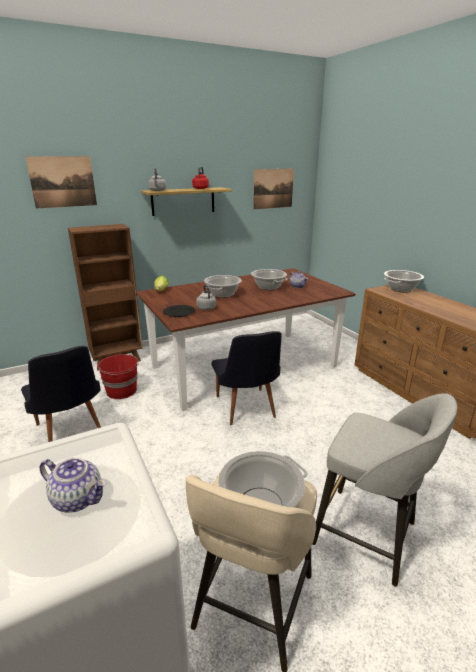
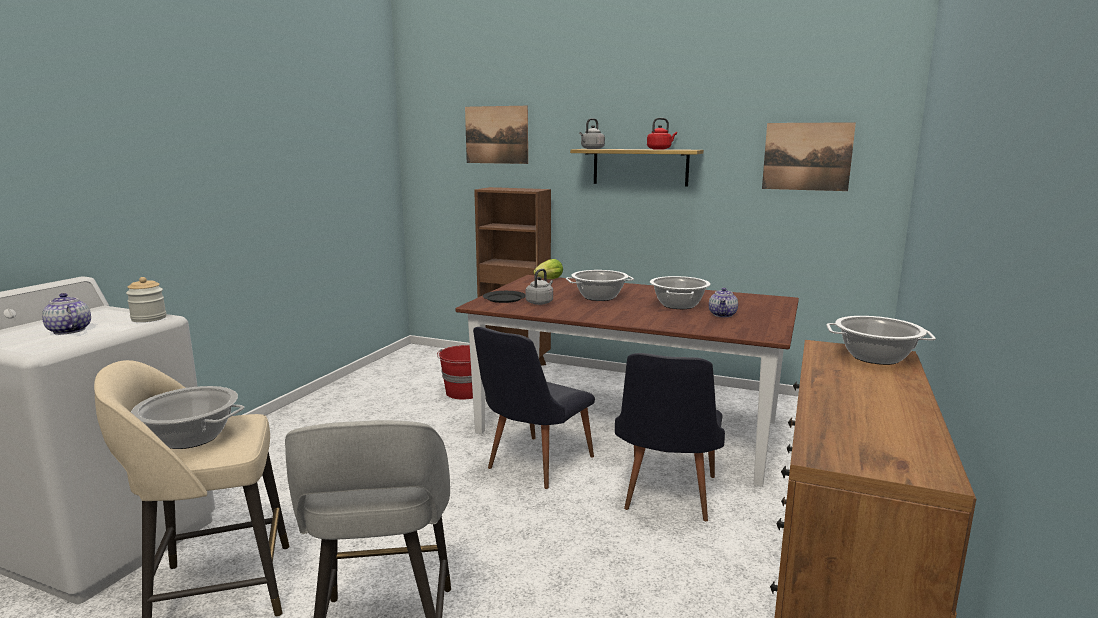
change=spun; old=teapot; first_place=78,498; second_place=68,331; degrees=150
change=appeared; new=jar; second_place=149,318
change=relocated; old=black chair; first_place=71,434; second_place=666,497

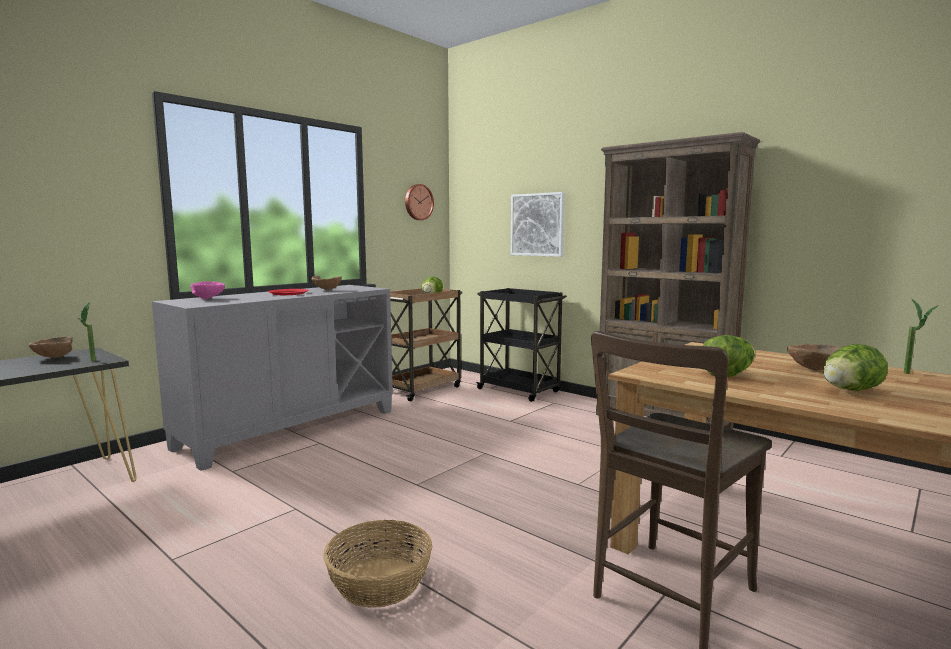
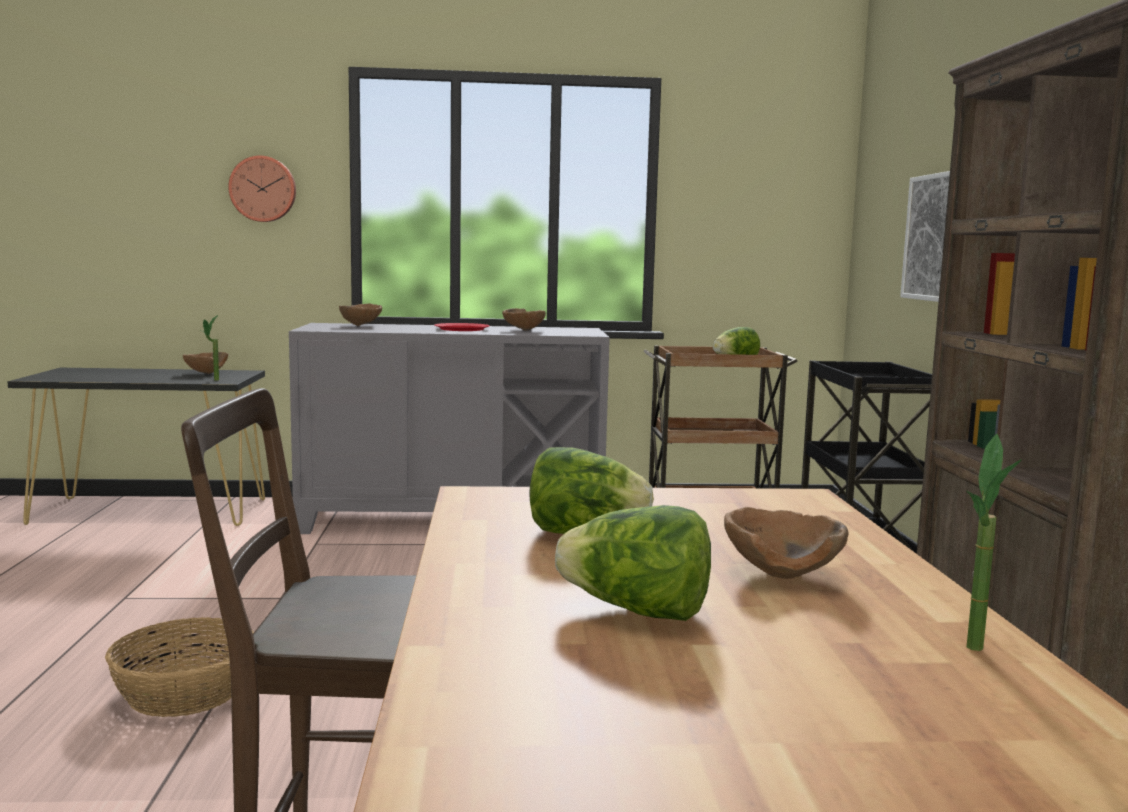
change=relocated; old=wall clock; first_place=418,202; second_place=263,189
change=colour; old=pink bowl; new=brown bowl; first_place=209,299; second_place=361,325

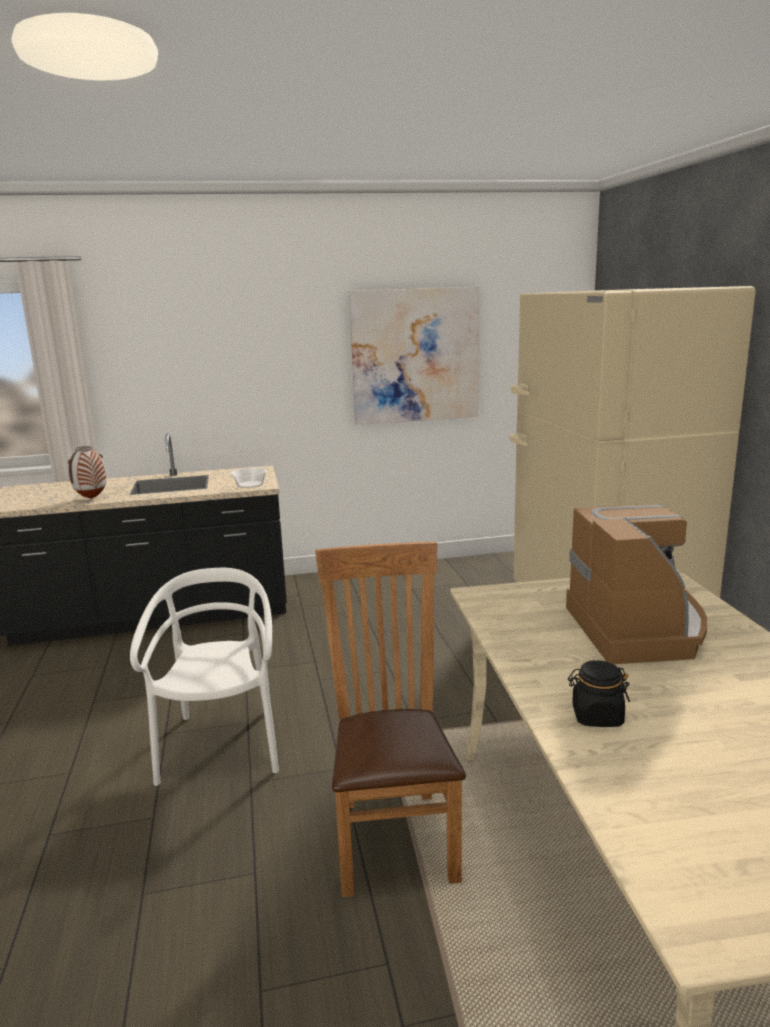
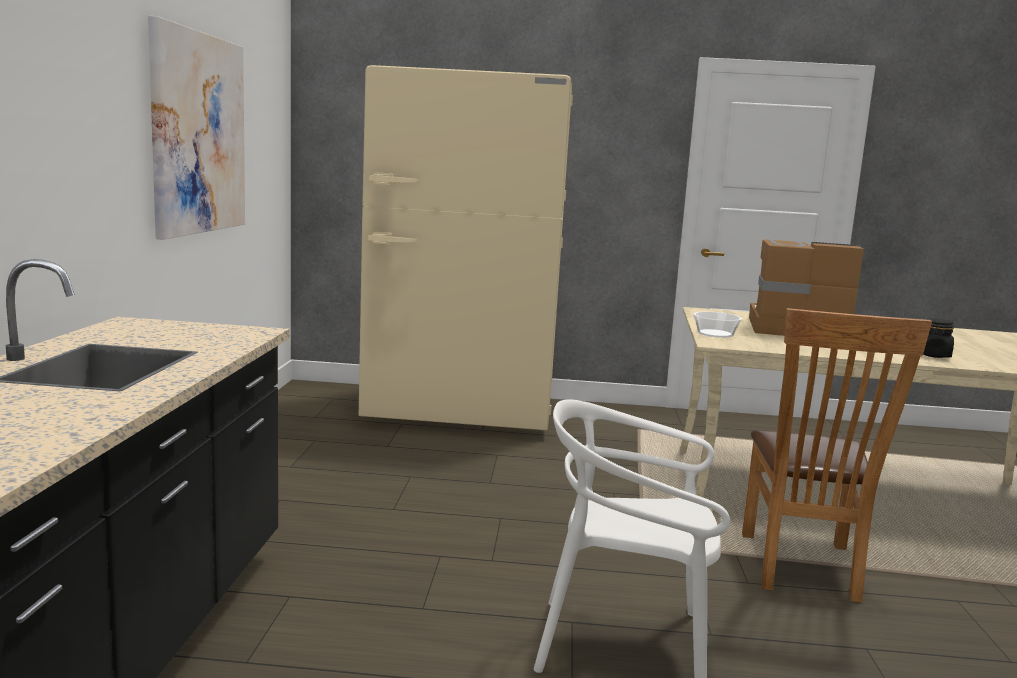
change=relocated; old=bowl; first_place=249,484; second_place=715,334
change=spun; old=brown chair; first_place=393,833; second_place=802,570; degrees=-90
change=missing; old=vase; first_place=91,499

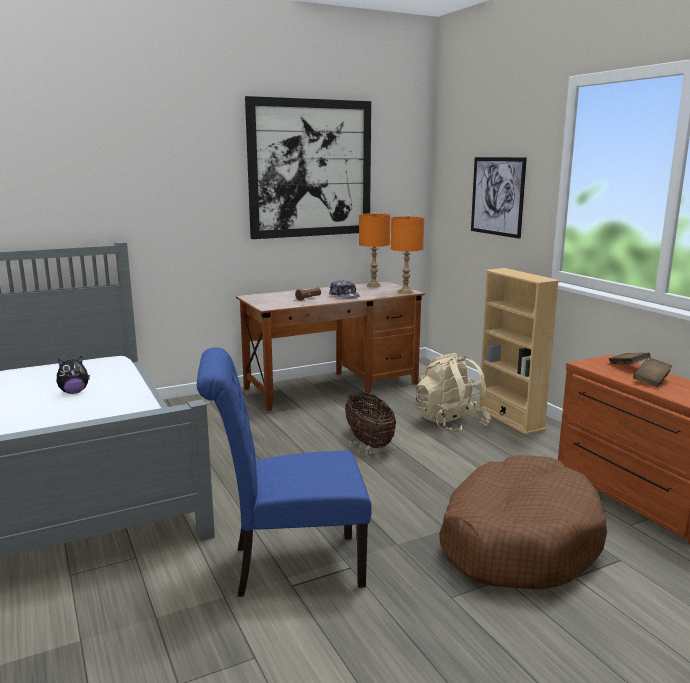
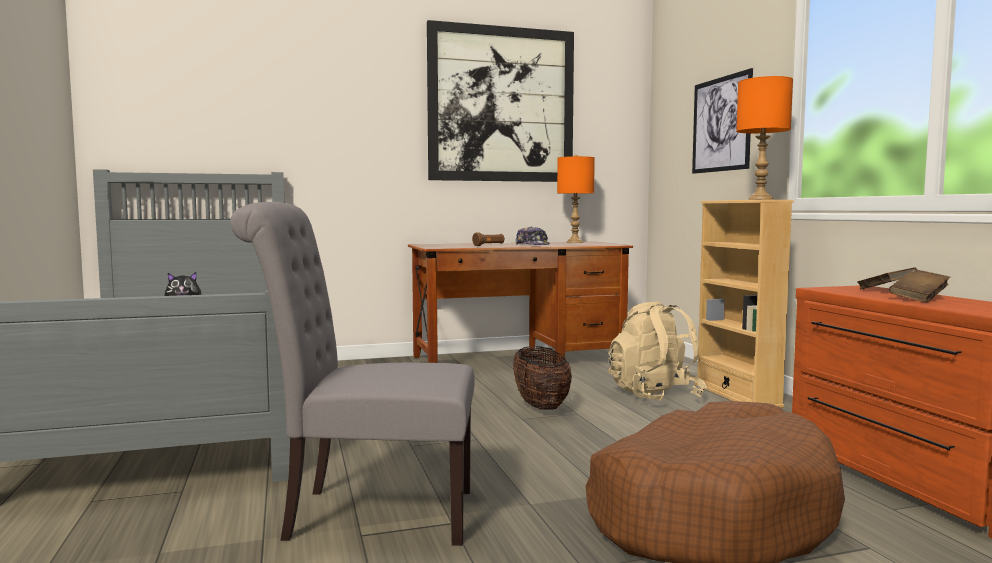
change=colour; old=blue chair; new=grey chair; first_place=288,566; second_place=368,514
change=relocated; old=orange table lamp; first_place=406,292; second_place=760,199

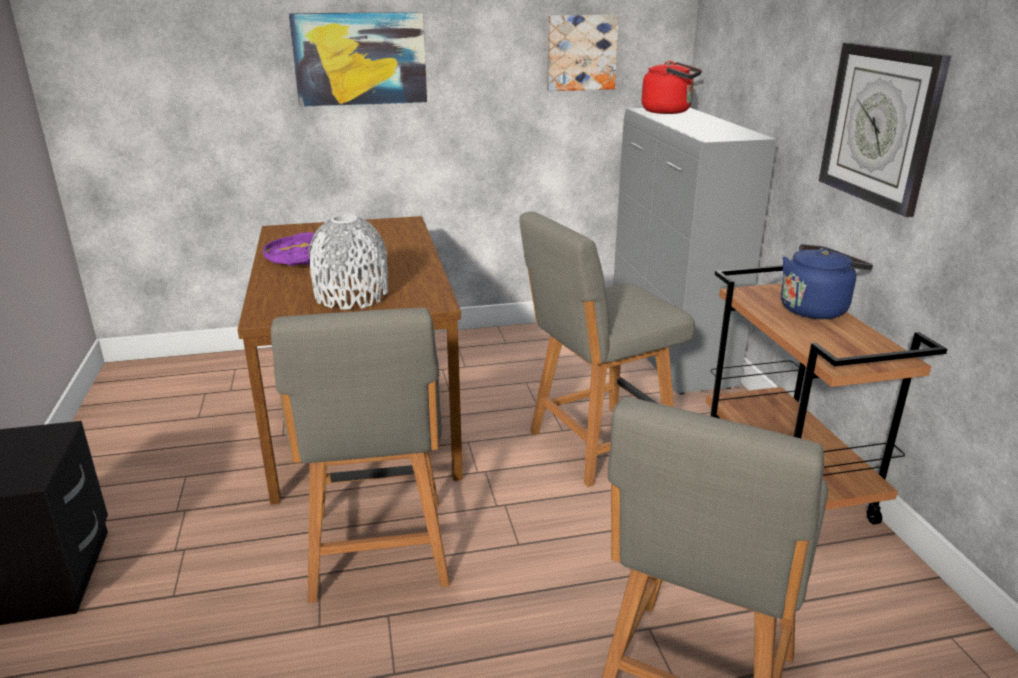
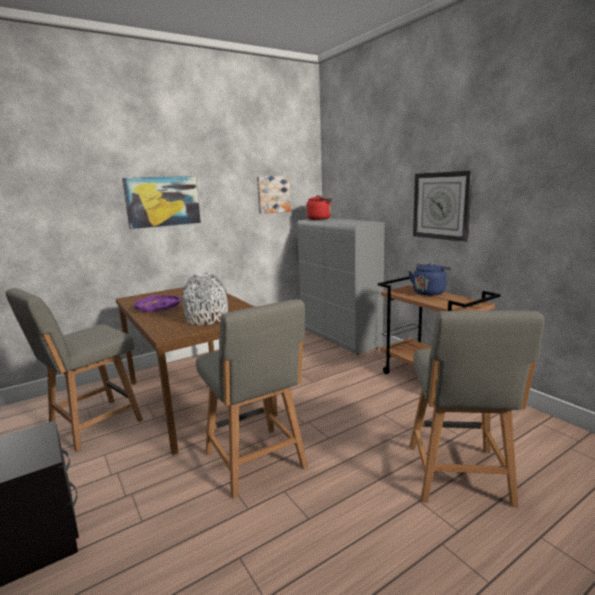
change=relocated; old=grey chair; first_place=597,445; second_place=92,425

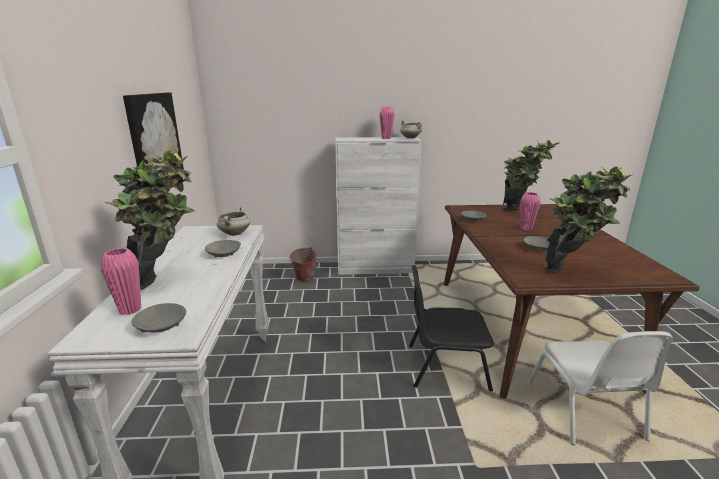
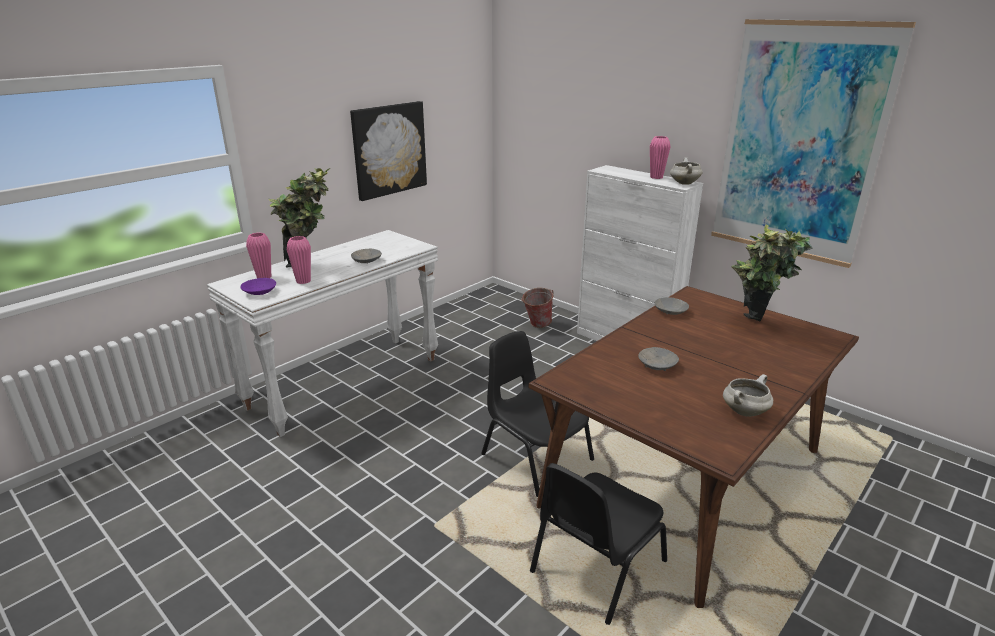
change=colour; old=grey bowl; new=purple bowl; first_place=161,326; second_place=259,292
change=relocated; old=pink vase; first_place=526,228; second_place=303,281
change=colour; old=white chair; new=black chair; first_place=585,411; second_place=595,566
change=appeared; new=picture; second_place=799,143
change=relocated; old=white cooking pot; first_place=234,234; second_place=744,411
change=missing; old=potted plant; first_place=571,271

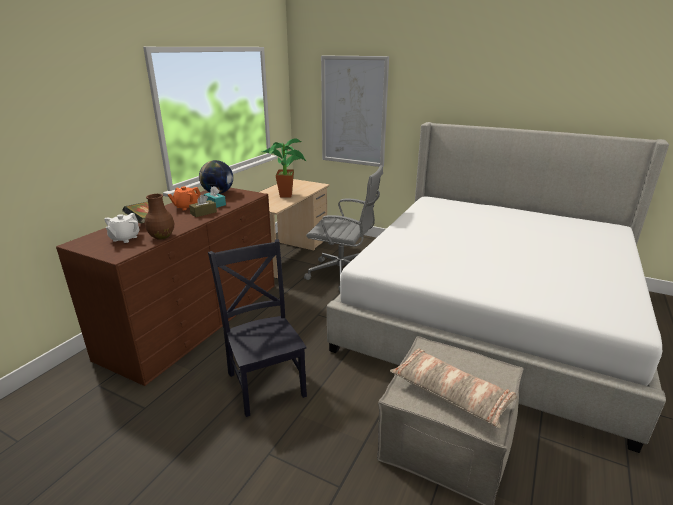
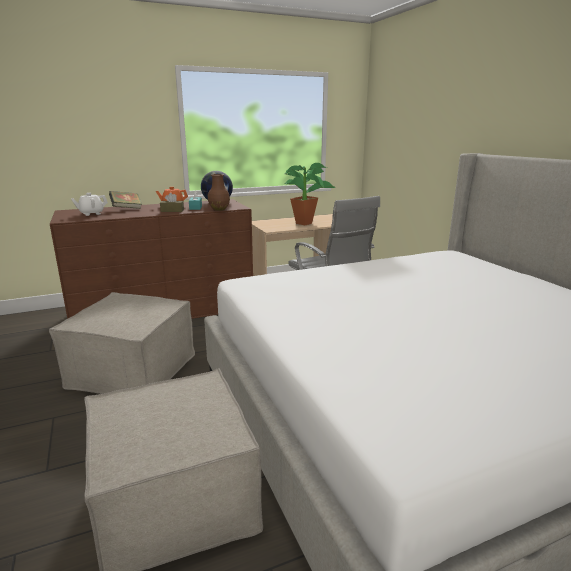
change=exchanged; old=black chair; new=beige ottoman; first_place=266,381; second_place=133,370
change=relocated; old=brown vase; first_place=161,236; second_place=219,209
change=missing; old=picture; first_place=353,112
change=missing; old=pillow; first_place=450,393

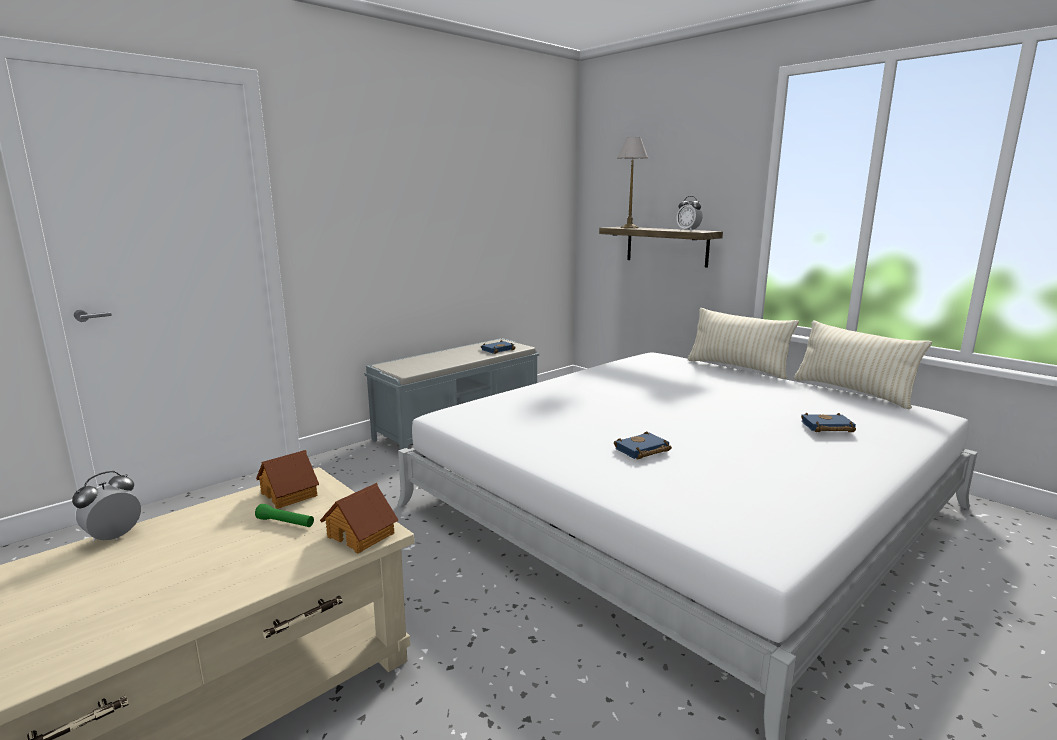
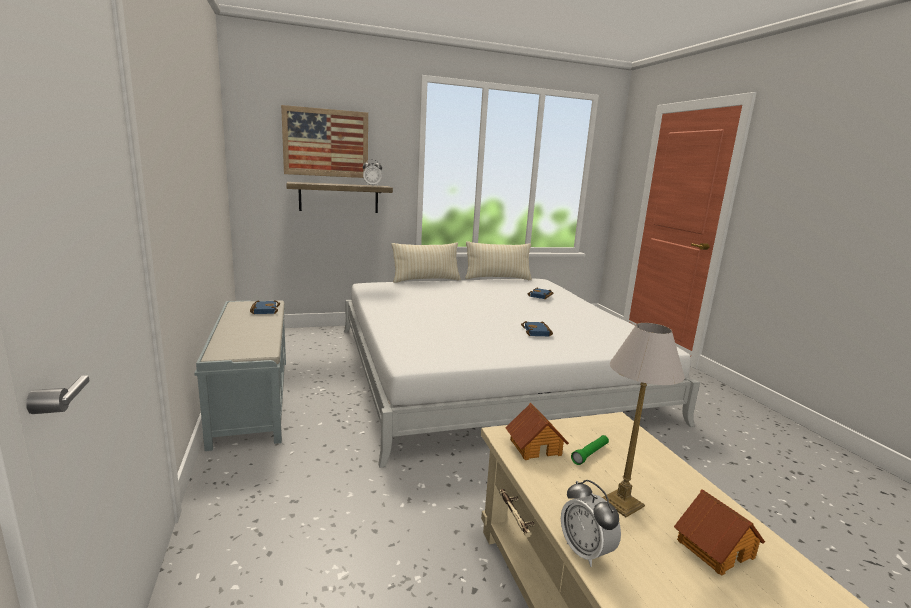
change=appeared; new=picture; second_place=326,143
change=relocated; old=table lamp; first_place=629,228; second_place=621,502
change=relocated; old=toy house; first_place=361,534; second_place=714,548

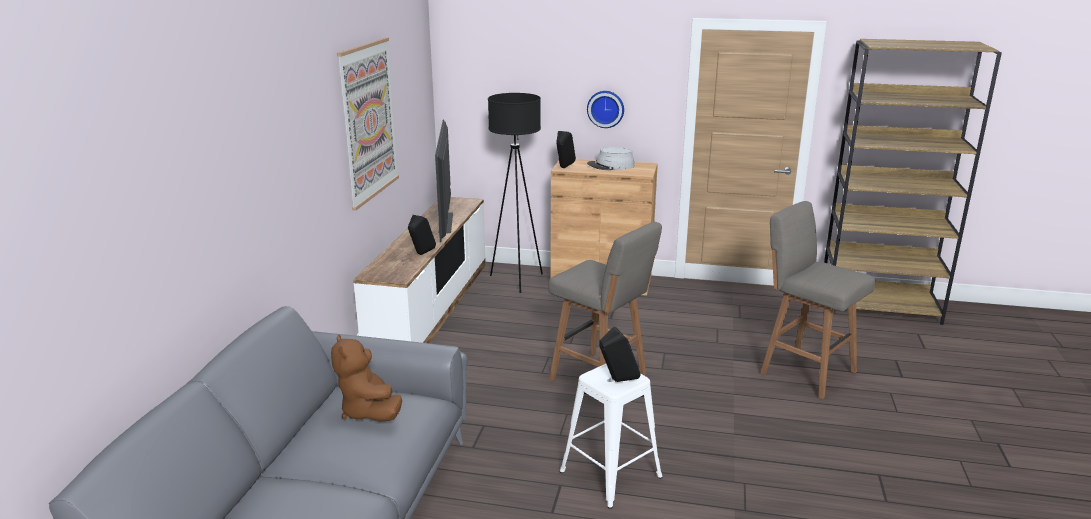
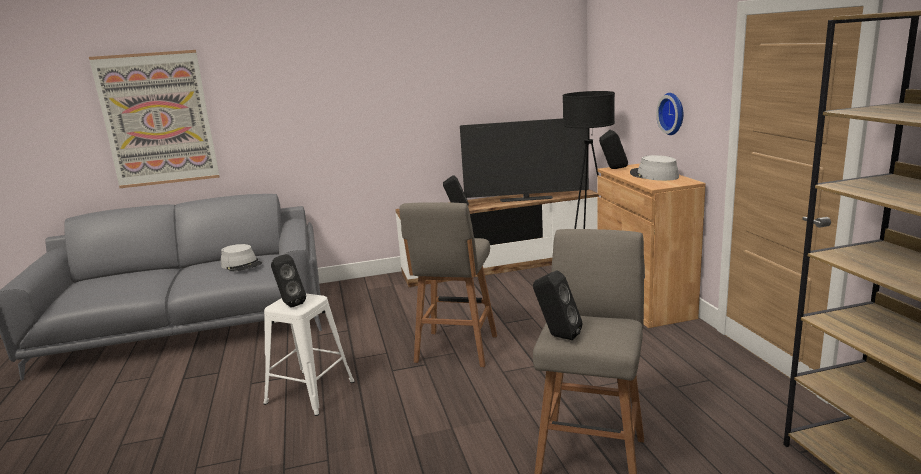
change=relocated; old=picture; first_place=369,121; second_place=157,119
change=exchanged; old=brown plush toy; new=grey hat; first_place=368,411; second_place=242,265
change=spun; old=television; first_place=446,223; second_place=526,199; degrees=-150
change=appeared; new=black speaker; second_place=557,336

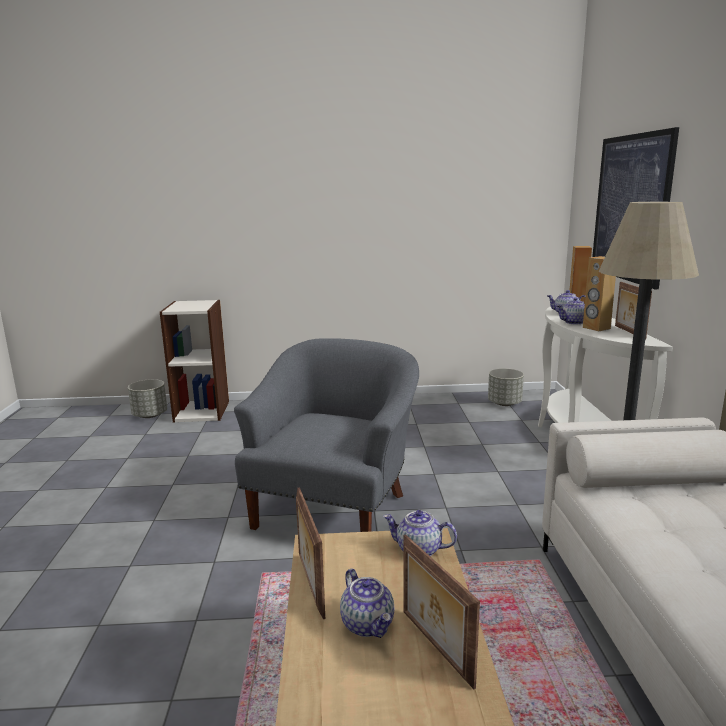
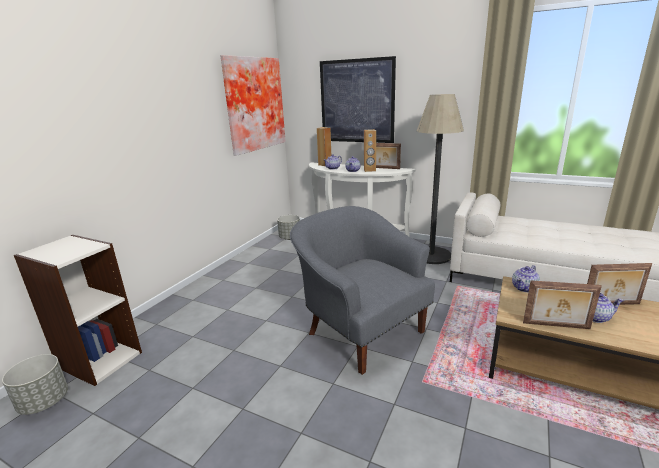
change=appeared; new=picture; second_place=253,104

